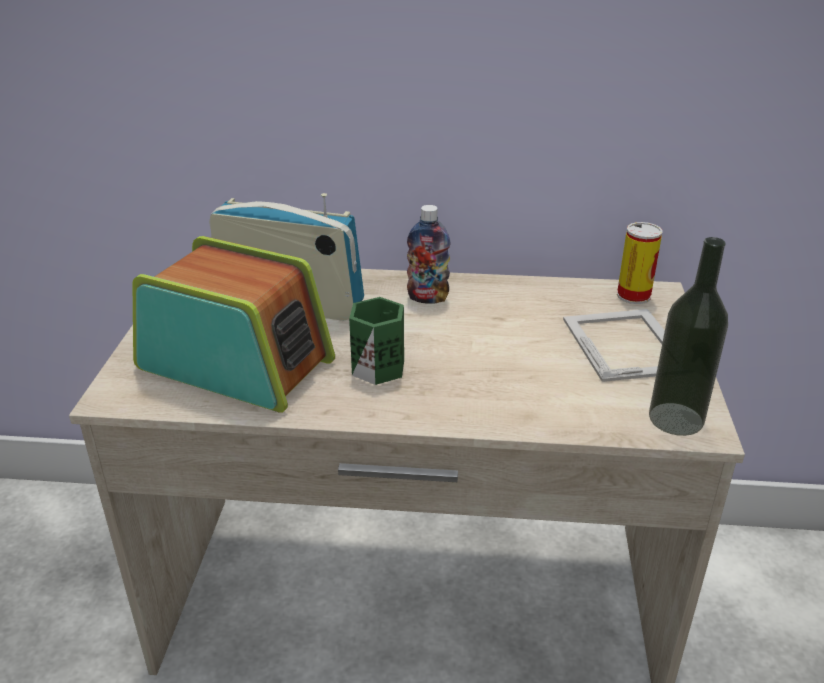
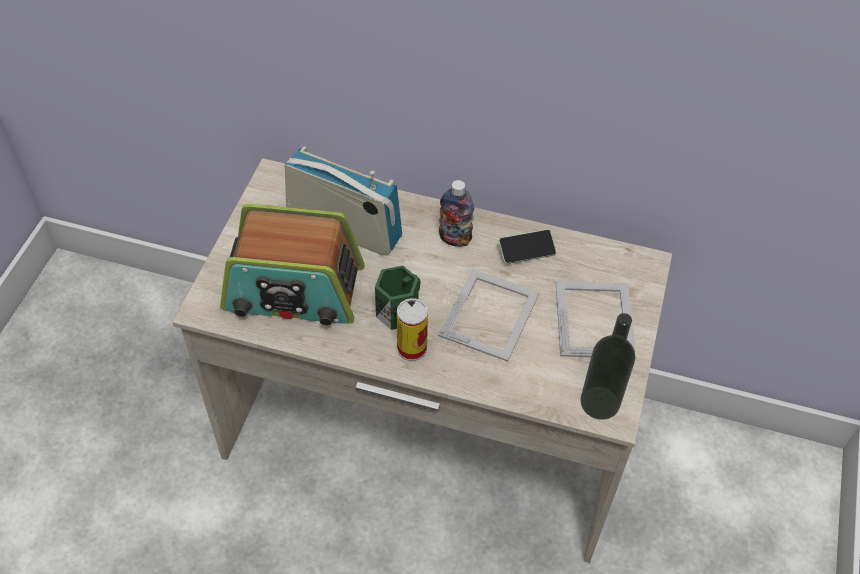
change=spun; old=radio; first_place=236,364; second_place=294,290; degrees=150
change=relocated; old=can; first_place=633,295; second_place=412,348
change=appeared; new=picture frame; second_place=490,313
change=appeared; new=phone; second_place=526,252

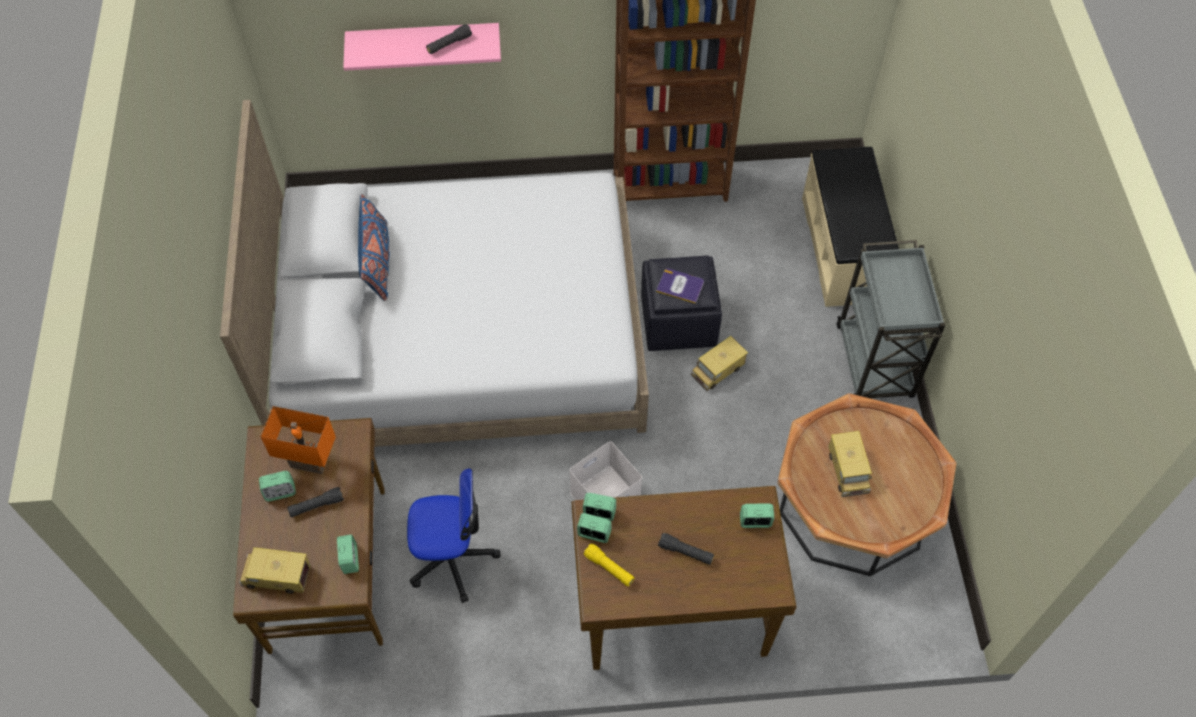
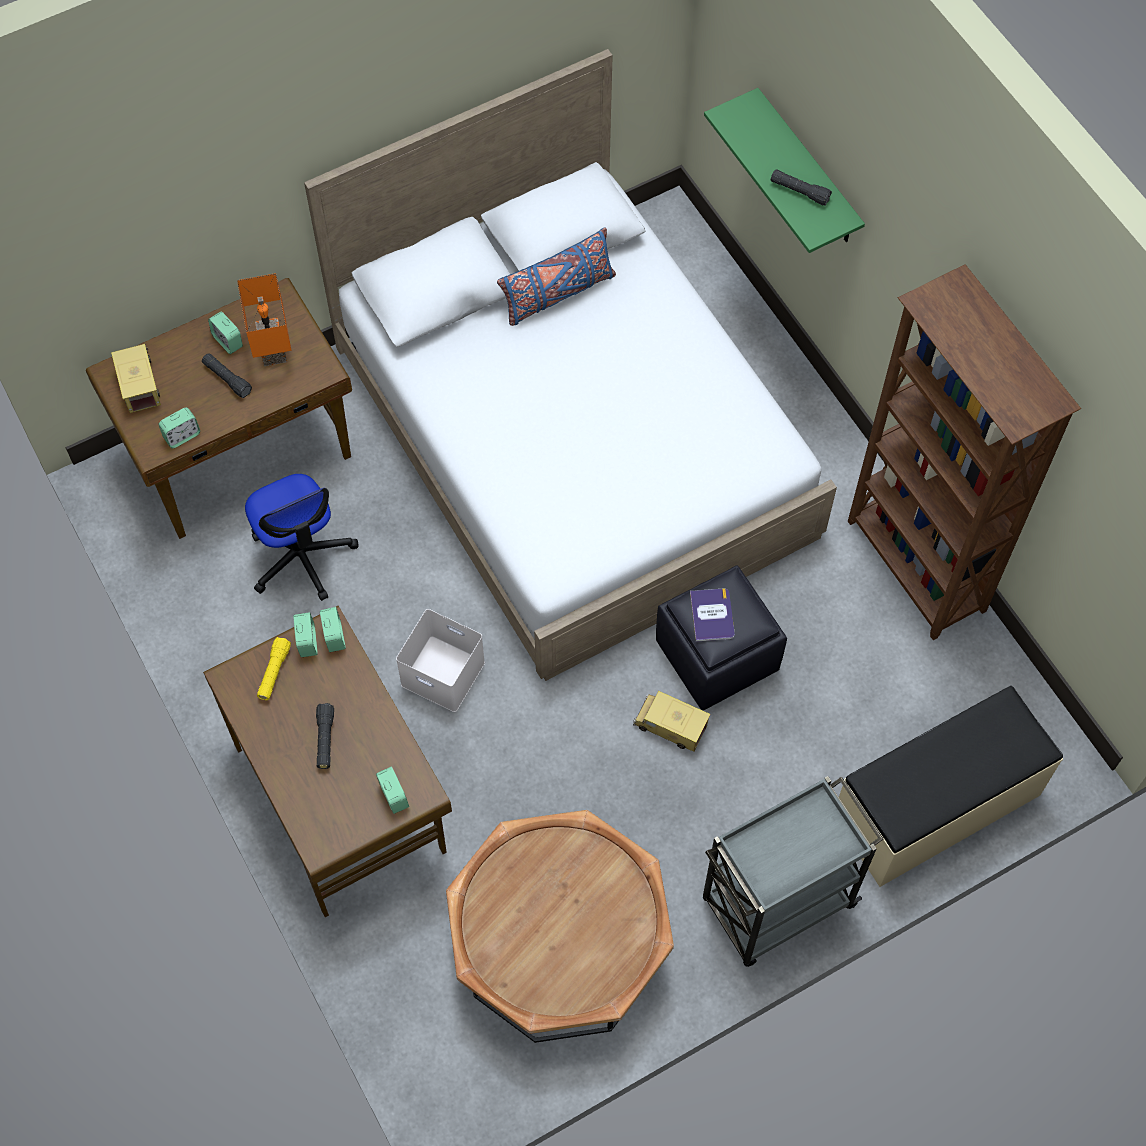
change=colour; old=pink shelf; new=green shelf; first_place=424,42; second_place=807,170
change=missing; old=toy truck; first_place=848,470

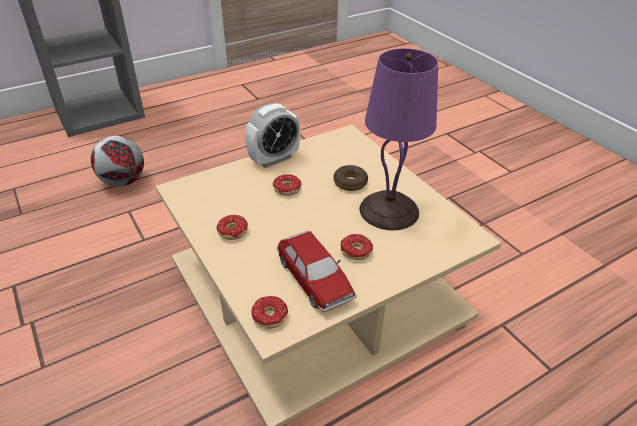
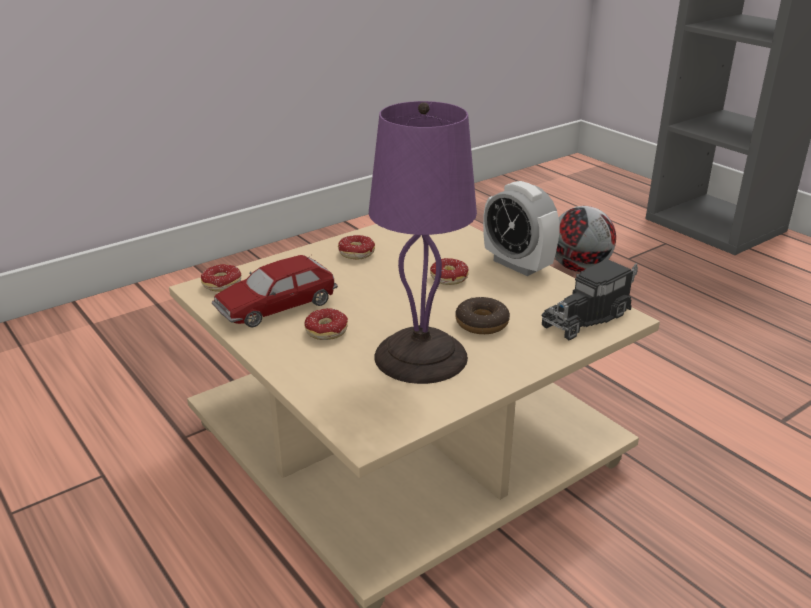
change=appeared; new=toy truck; second_place=588,317

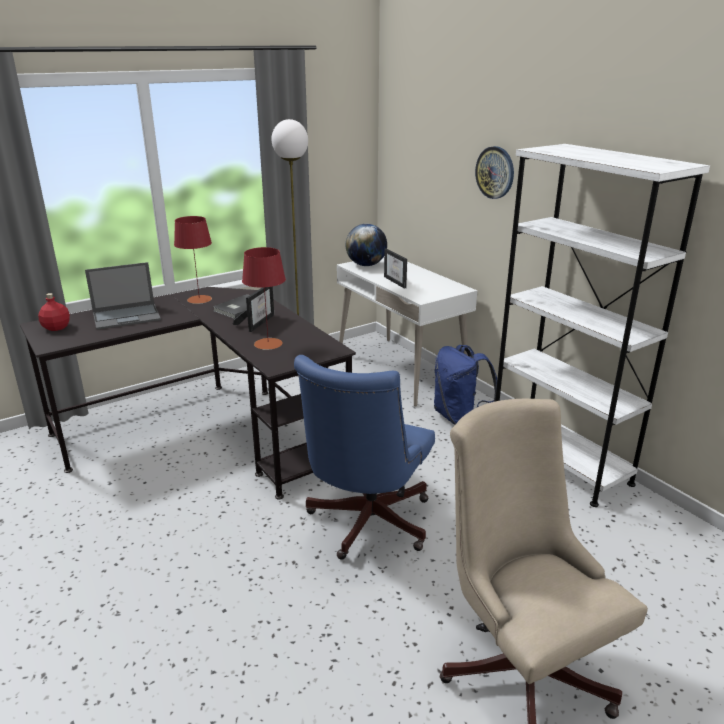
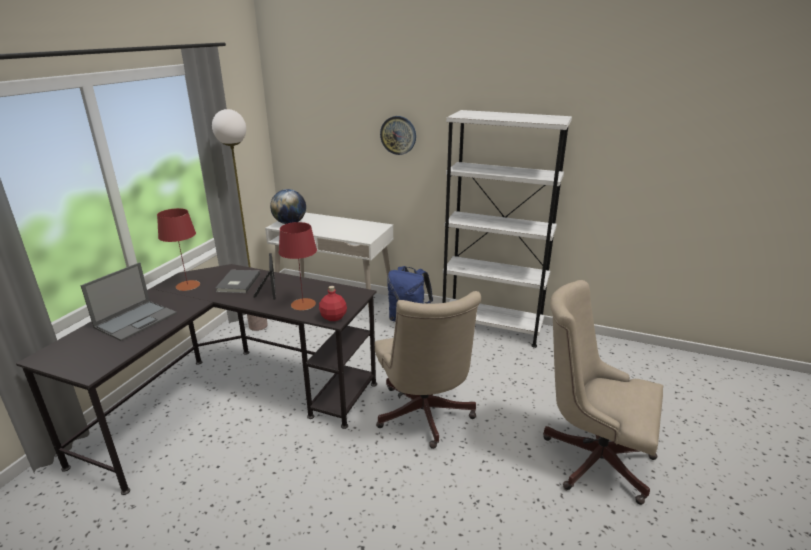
change=relocated; old=red bottle; first_place=57,327; second_place=333,317
change=colour; old=blue office chair; new=beige office chair; first_place=365,525; second_place=424,417
change=missing; old=picture frame; first_place=398,282

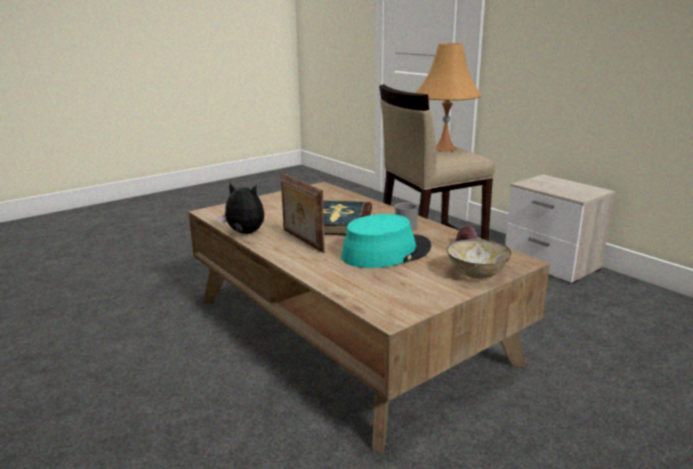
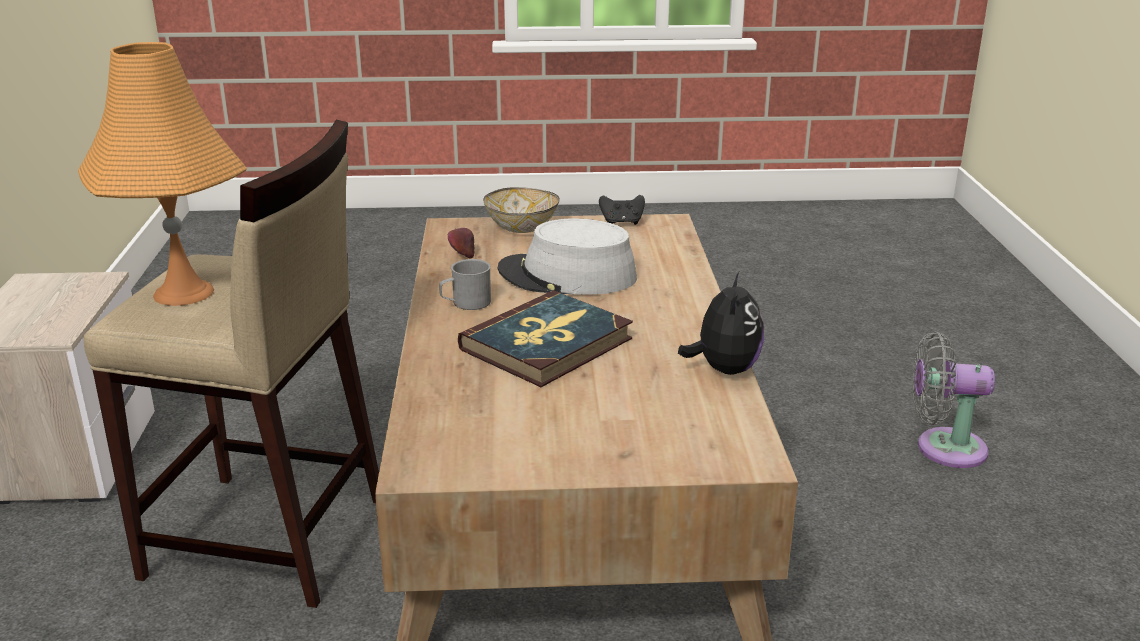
change=colour; old=turquoise hat; new=grey hat; first_place=386,252; second_place=567,276
change=appeared; new=black game controller; second_place=622,222
change=spun; old=plush toy; first_place=244,233; second_place=724,369; degrees=-135
change=appeared; new=grey fan; second_place=943,448
change=missing; old=picture frame; first_place=301,241

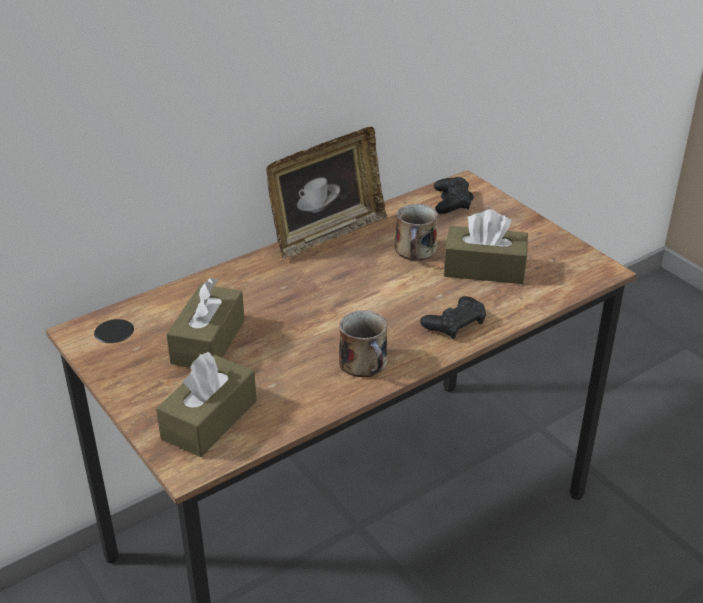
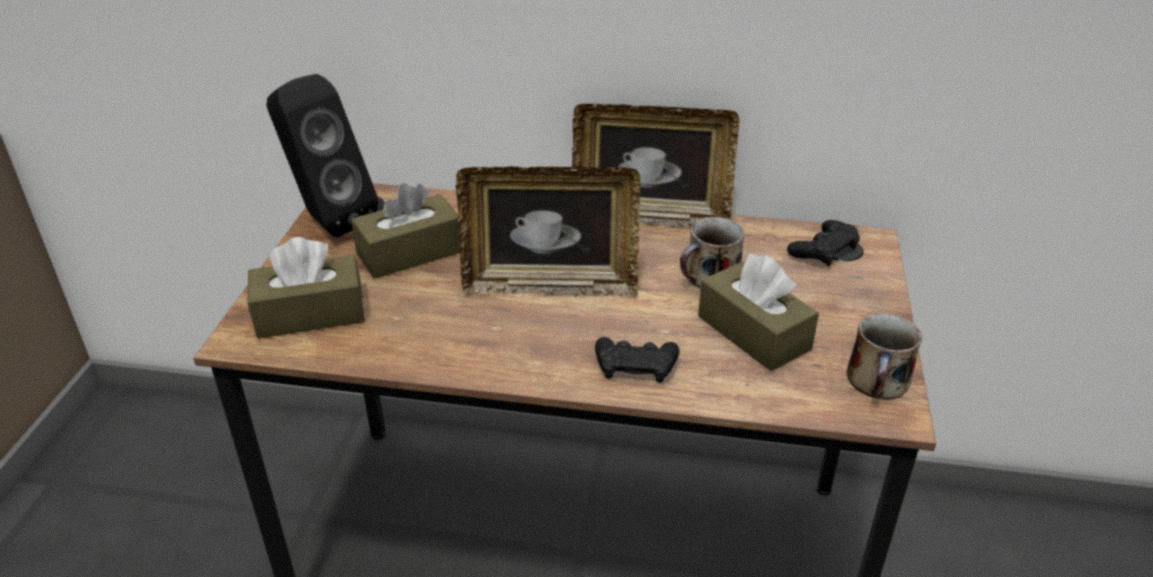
change=appeared; new=black speaker; second_place=327,220
change=appeared; new=picture frame; second_place=550,285
change=relocated; old=mug; first_place=365,363; second_place=878,381

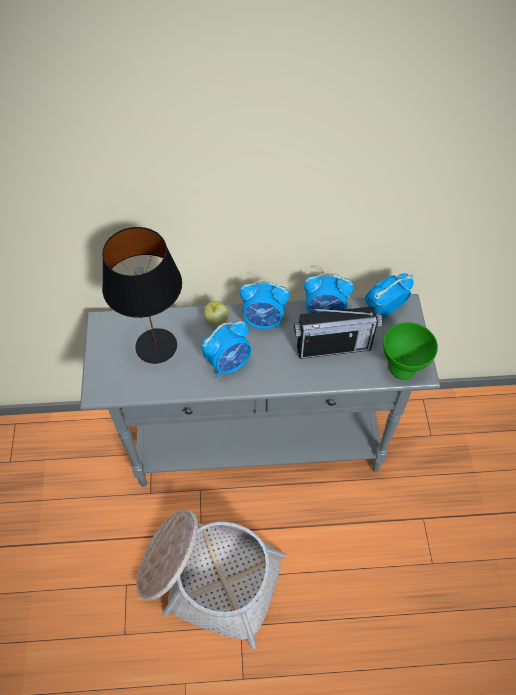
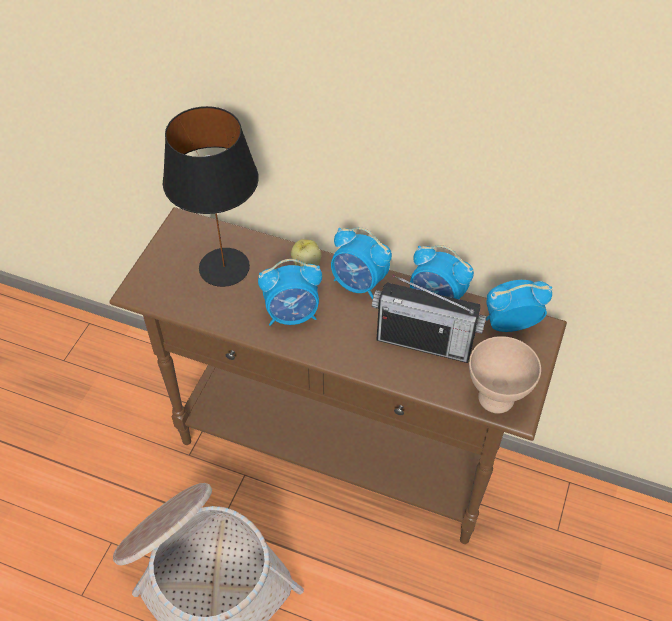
change=colour; old=grey console table; new=brown console table; first_place=258,444; second_place=338,452
change=colour; old=green bowl; new=beige bowl; first_place=401,368; second_place=494,398

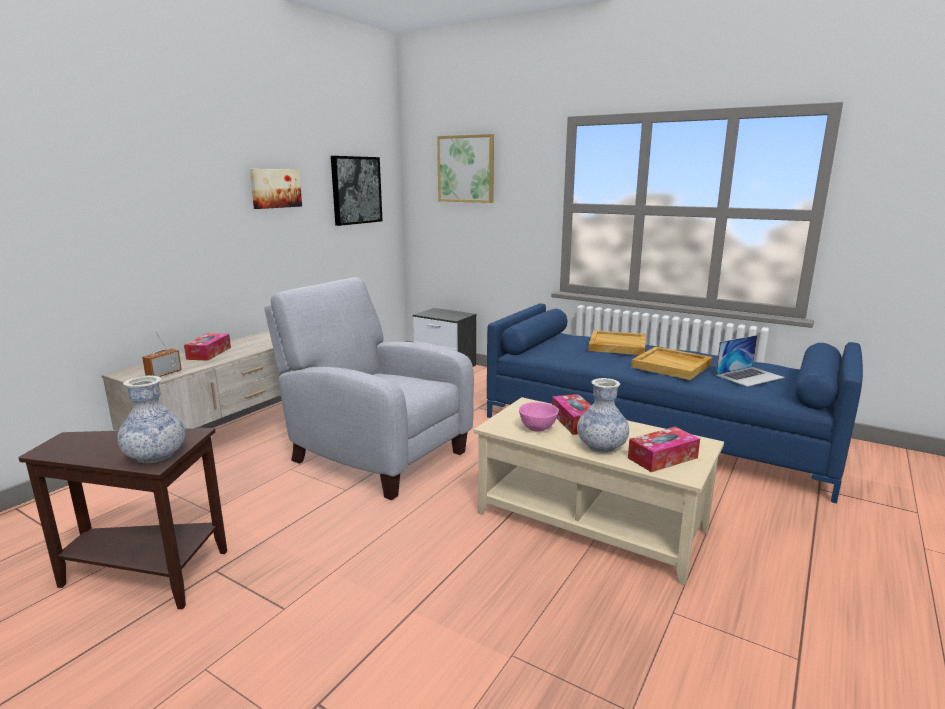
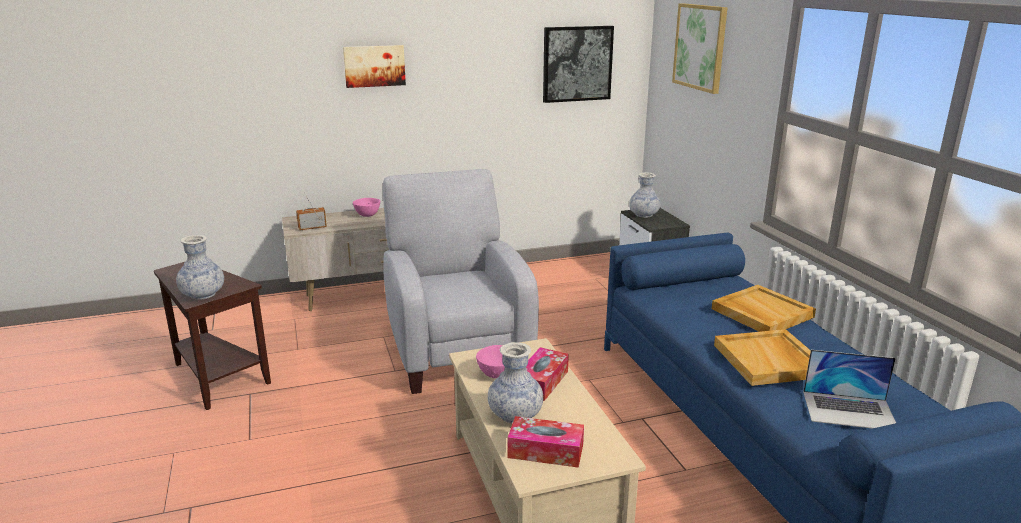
change=relocated; old=picture; first_place=275,188; second_place=374,66
change=exchanged; old=tissue box; new=pink bowl; first_place=209,353; second_place=367,215
change=appeared; new=vase; second_place=643,215

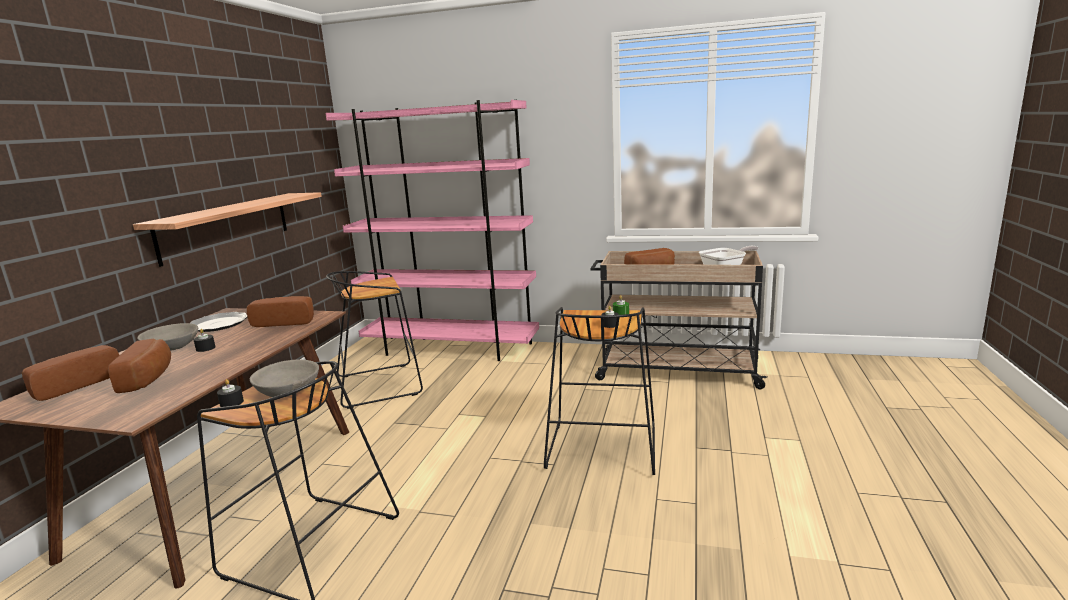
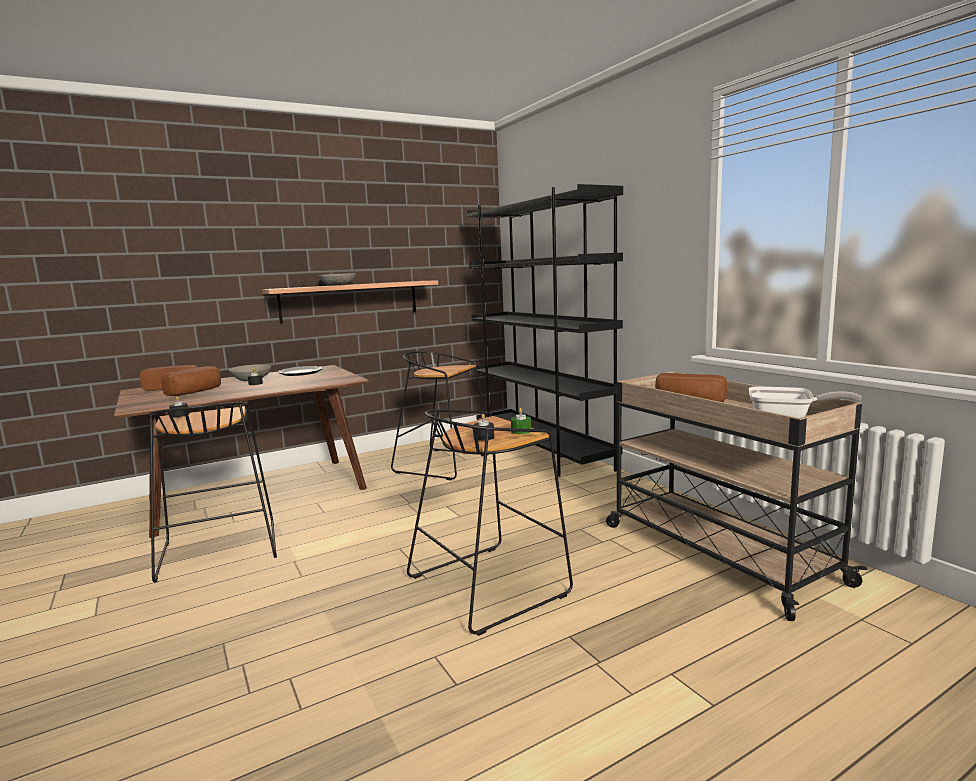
change=relocated; old=grey bowl; first_place=288,389; second_place=338,285
change=colour; old=pink bookcase; new=black bookcase; first_place=451,349; second_place=542,453
change=missing; old=bread; first_place=285,322

